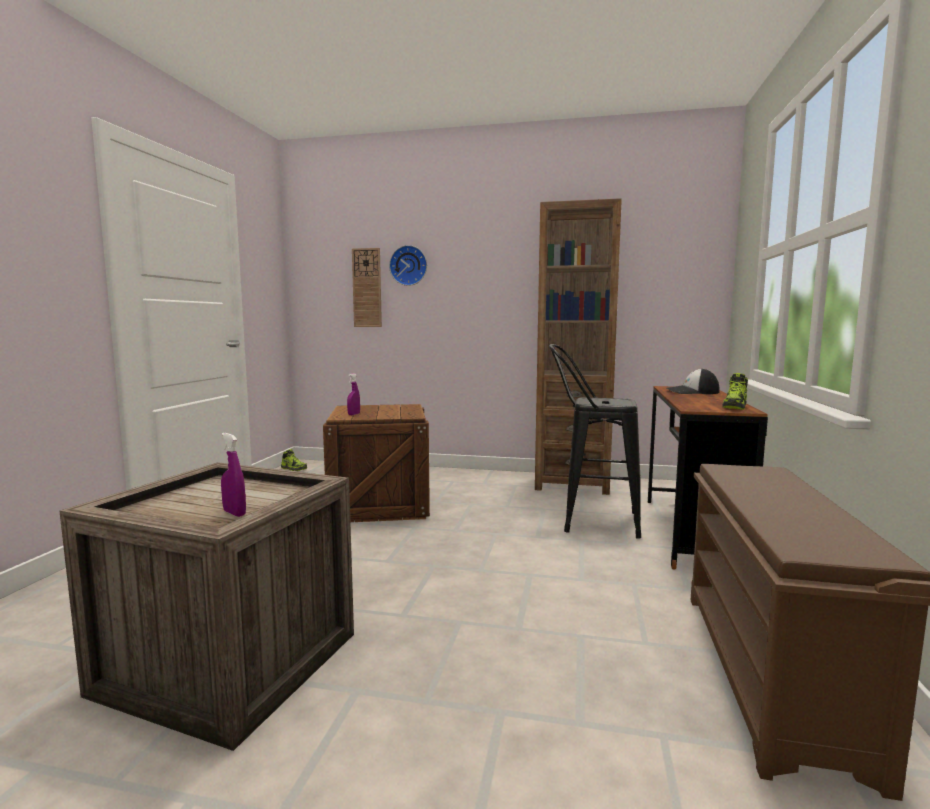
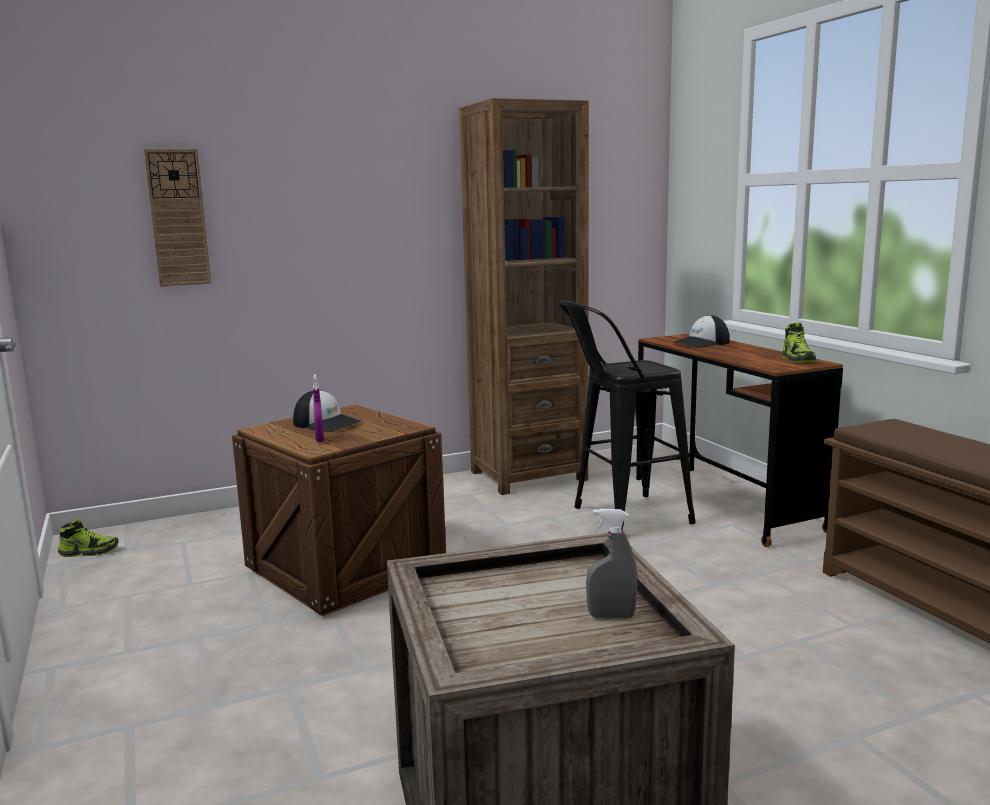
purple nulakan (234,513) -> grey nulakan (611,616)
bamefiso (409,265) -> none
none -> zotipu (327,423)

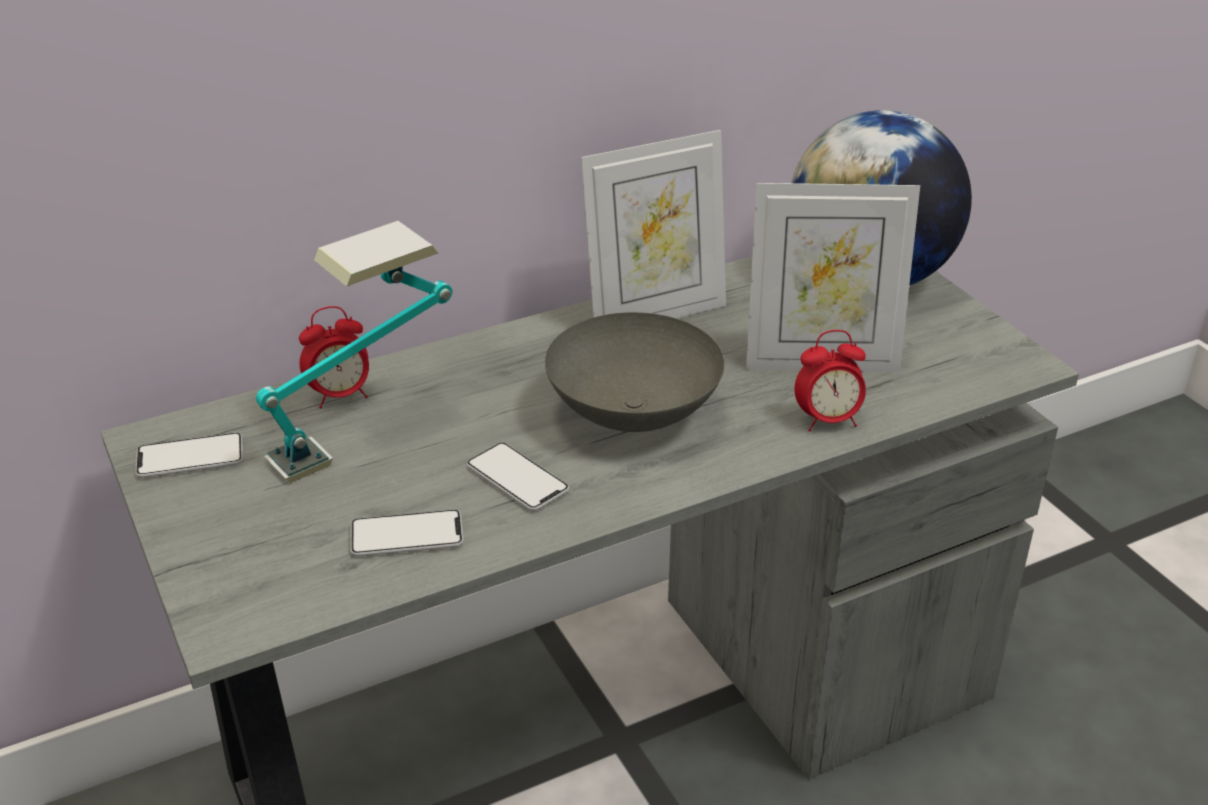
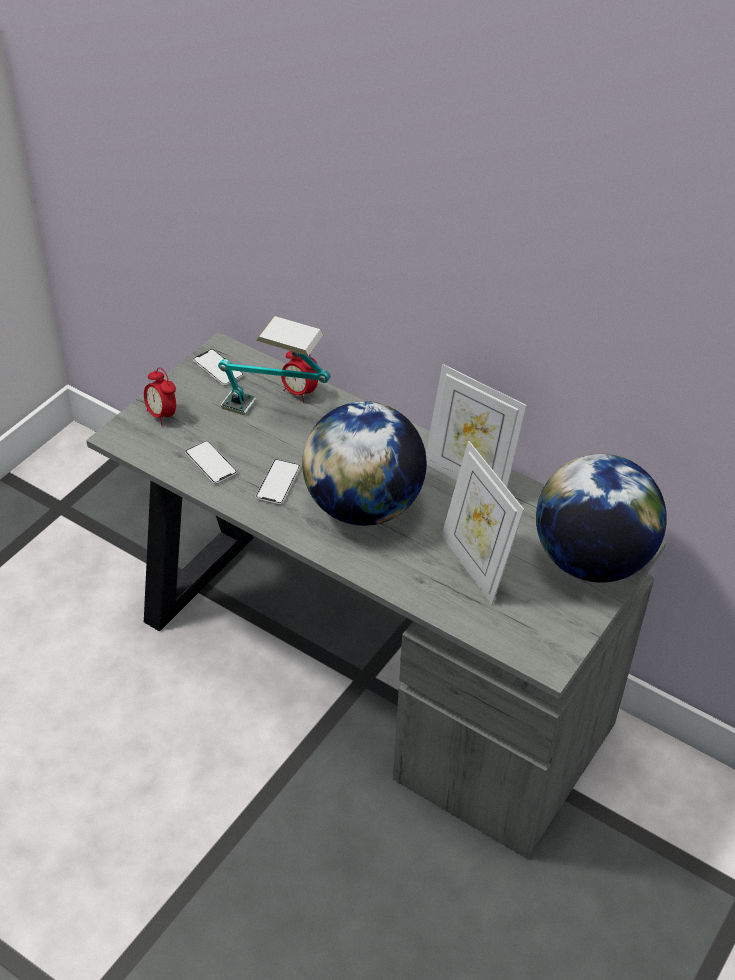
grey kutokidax (636,415) -> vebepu (363,506)
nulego (827,420) -> nulego (162,415), move

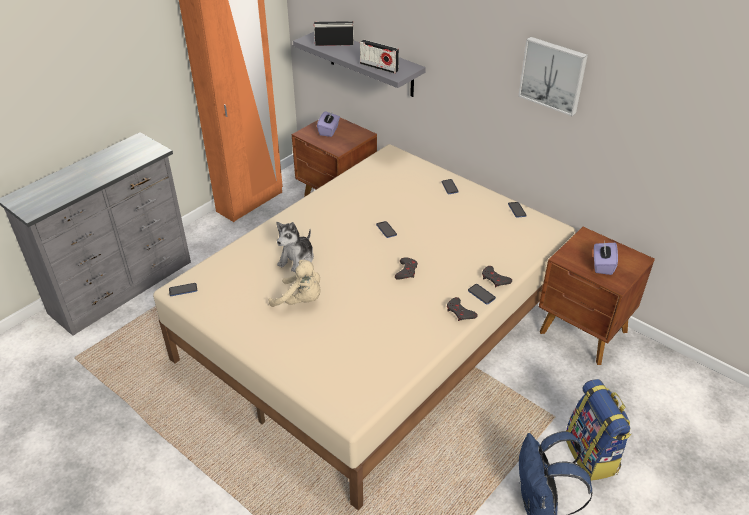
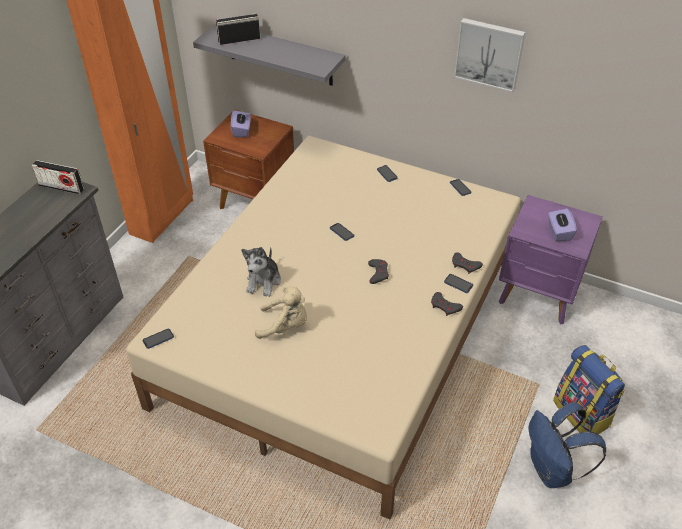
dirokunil (379,67) -> dirokunil (61,187), move
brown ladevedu (583,333) -> purple ladevedu (538,295)

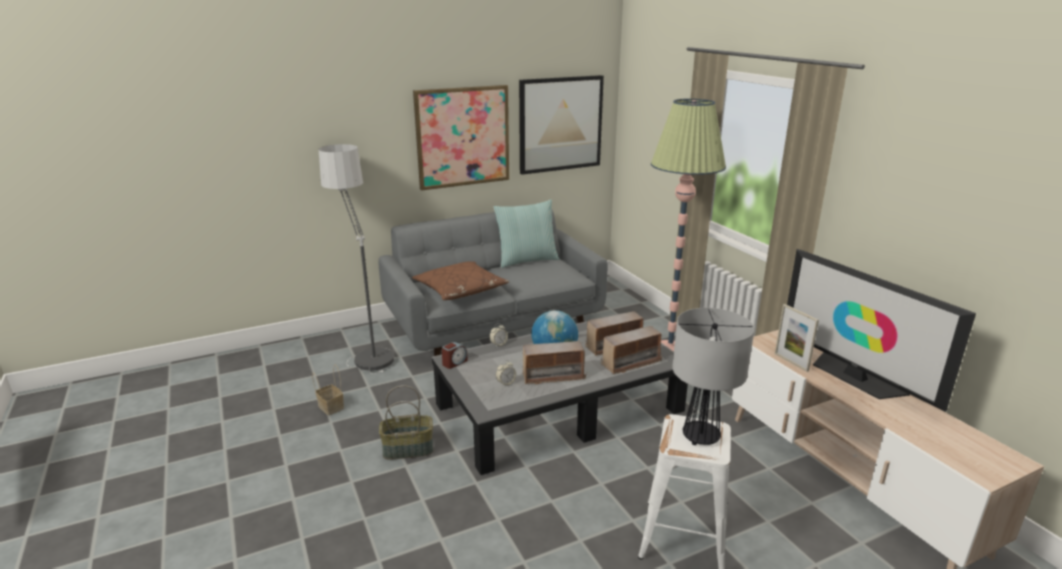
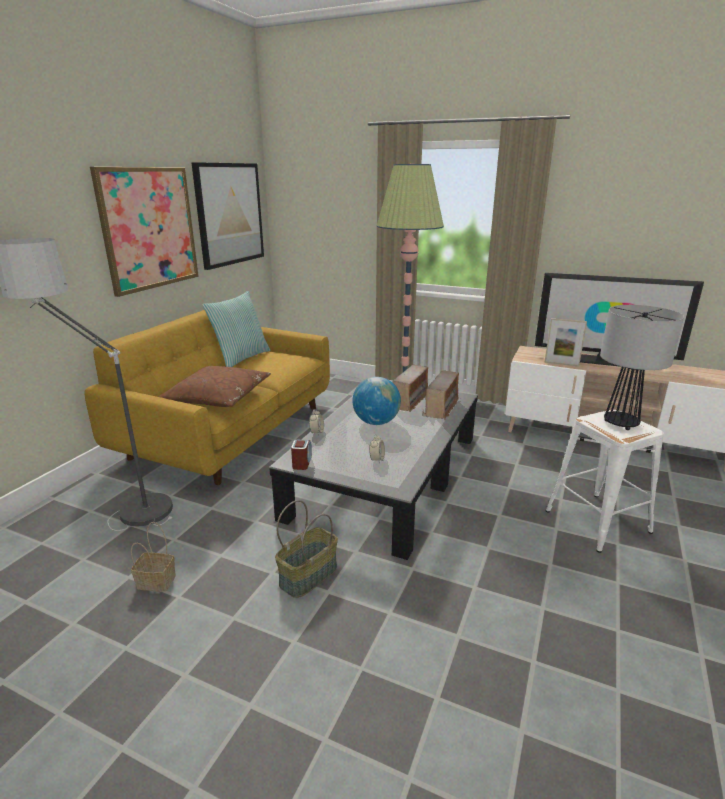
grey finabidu (494,323) -> yellow finabidu (231,431)
dirokunil (553,376) -> none

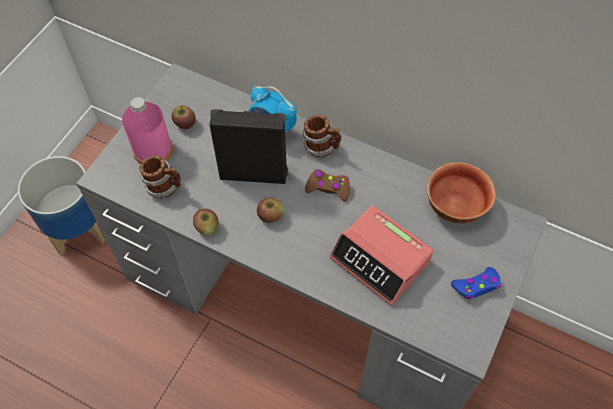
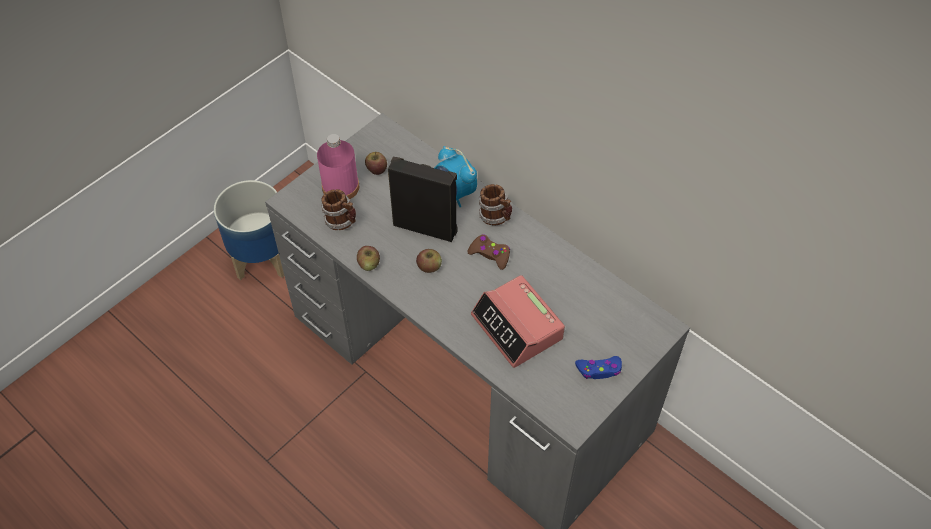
kutokidax (455,205) -> none

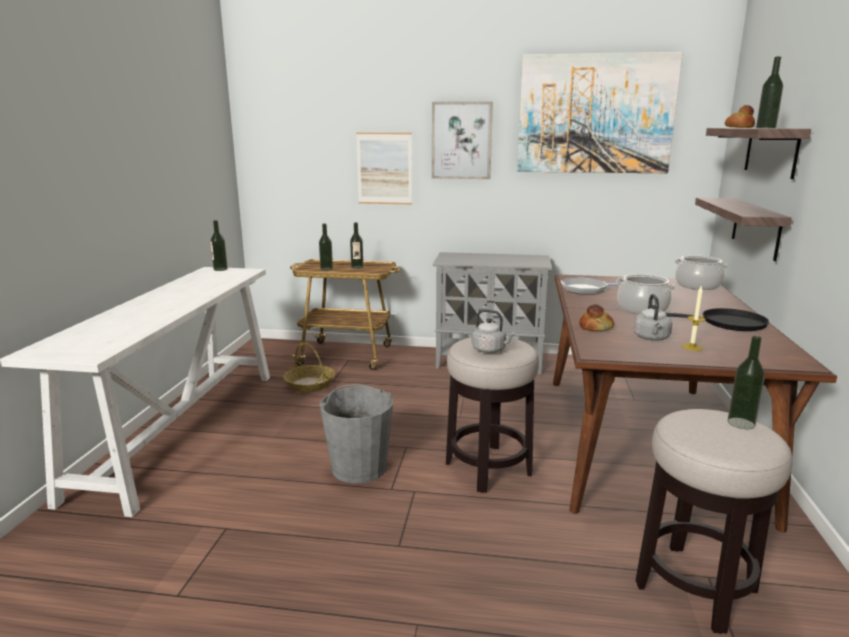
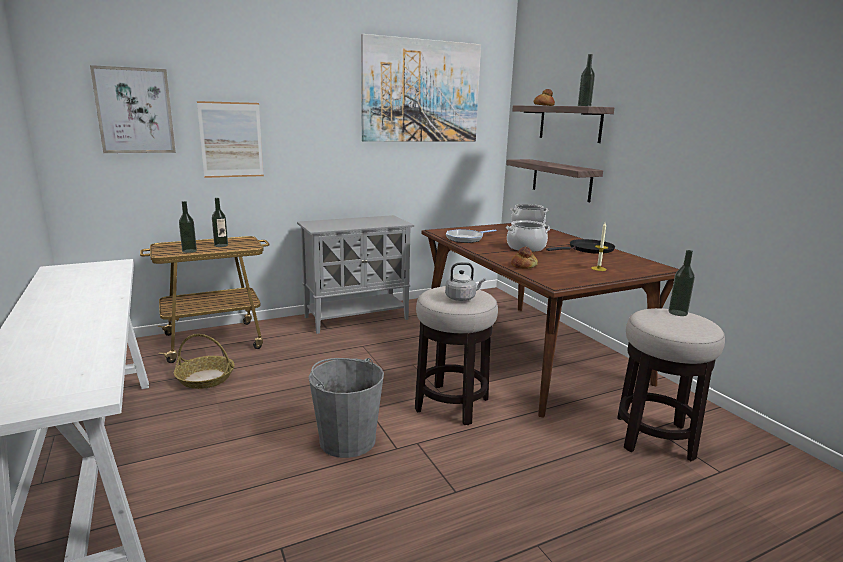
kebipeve (220,269) -> none
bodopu (461,140) -> bodopu (134,111), move
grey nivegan (651,338) -> none

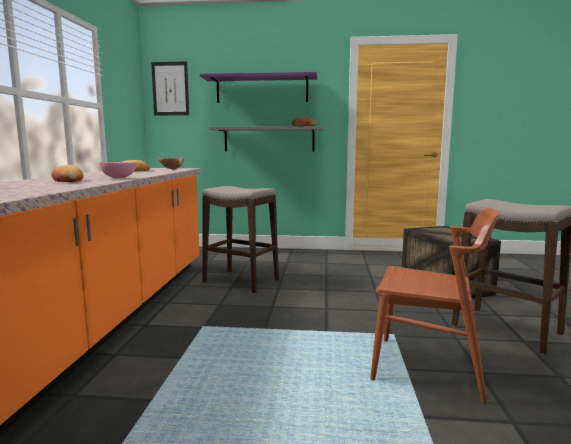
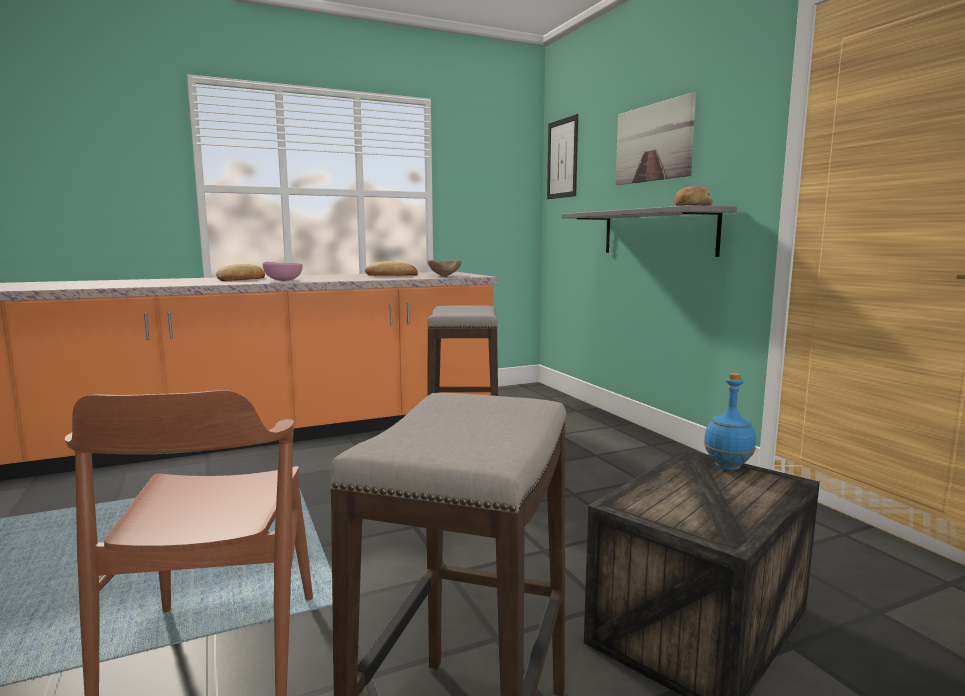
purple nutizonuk (262,90) -> bodopu (653,143)
none -> blue kebipeve (727,467)

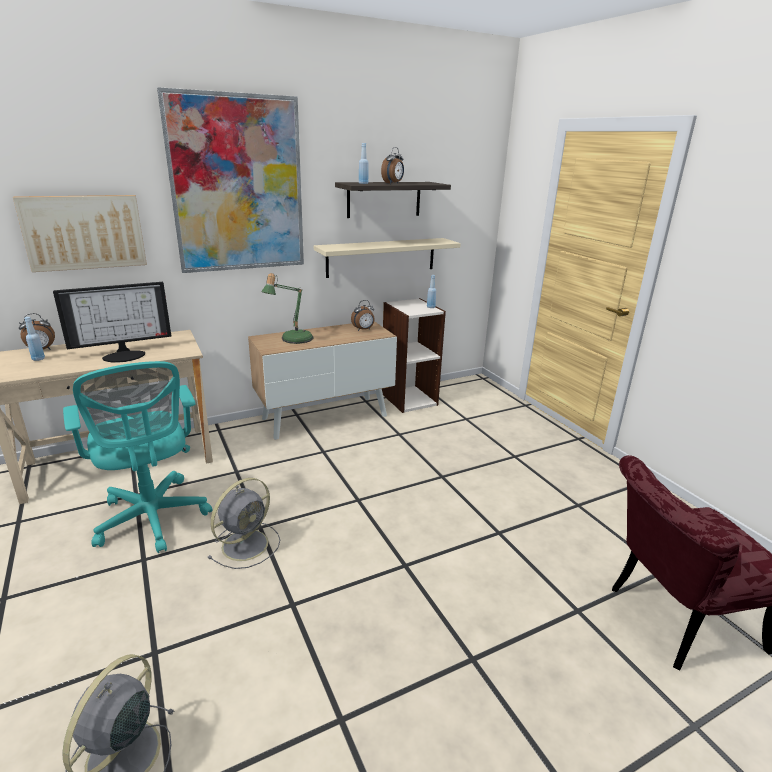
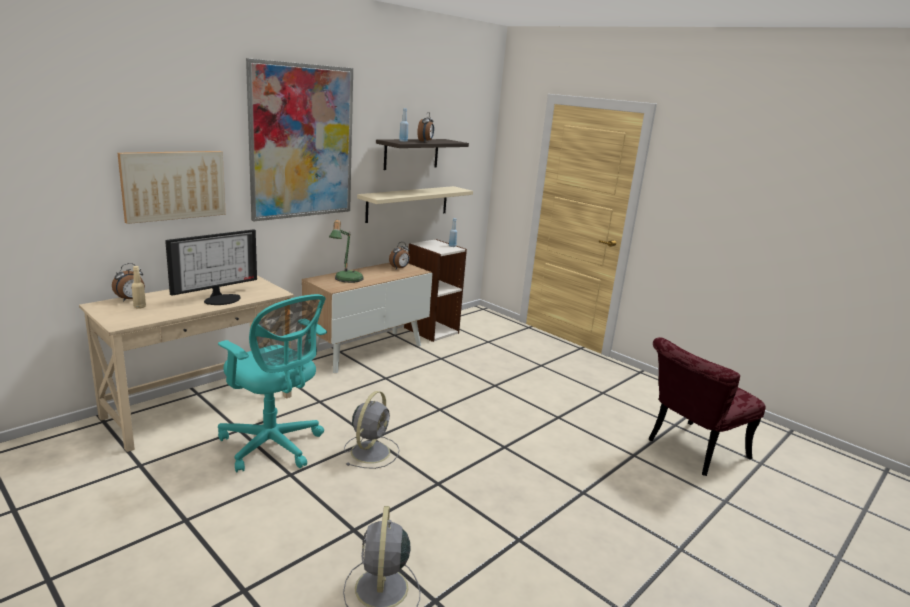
blue kebipeve (38,359) -> beige kebipeve (139,307)

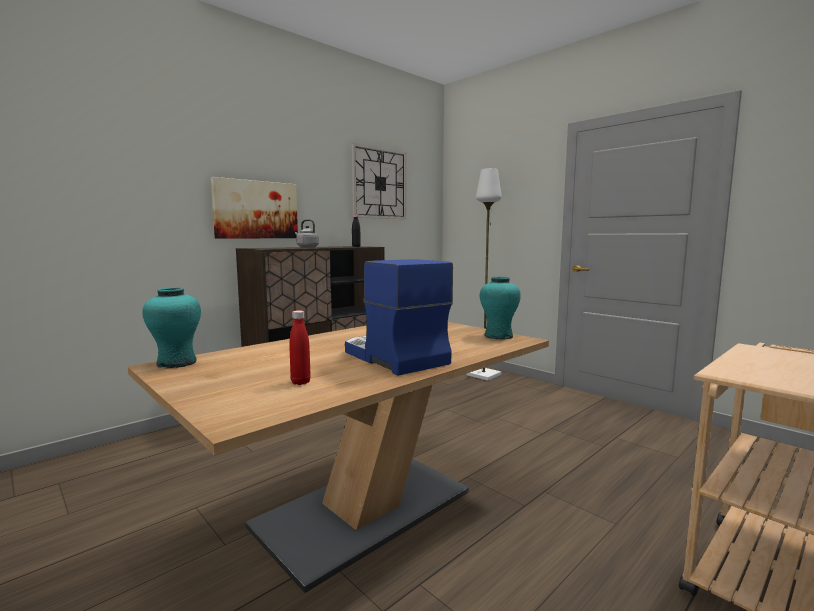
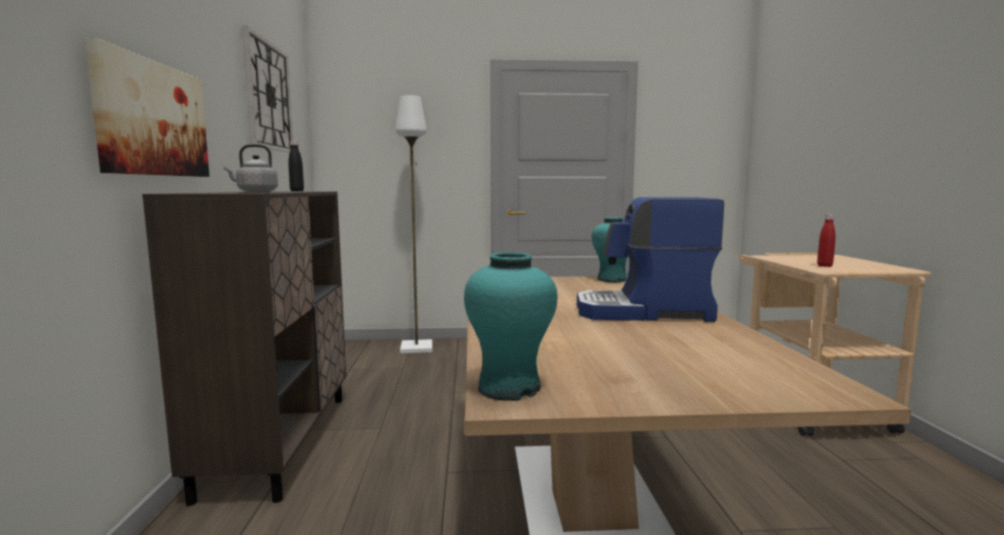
red kebipeve (300,382) -> red kebipeve (824,266), move

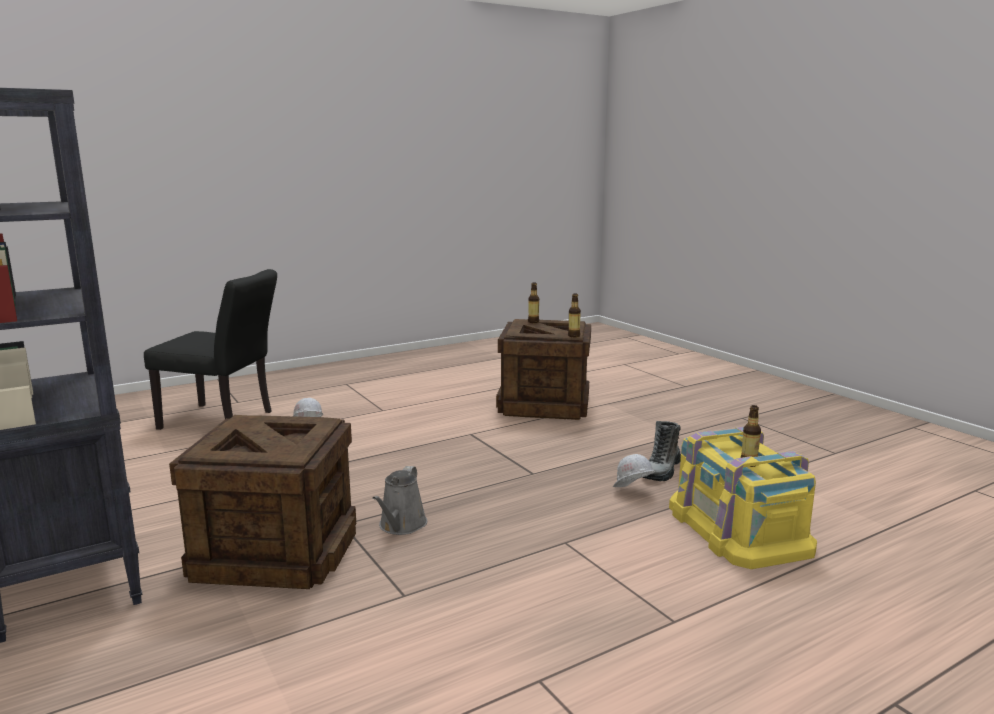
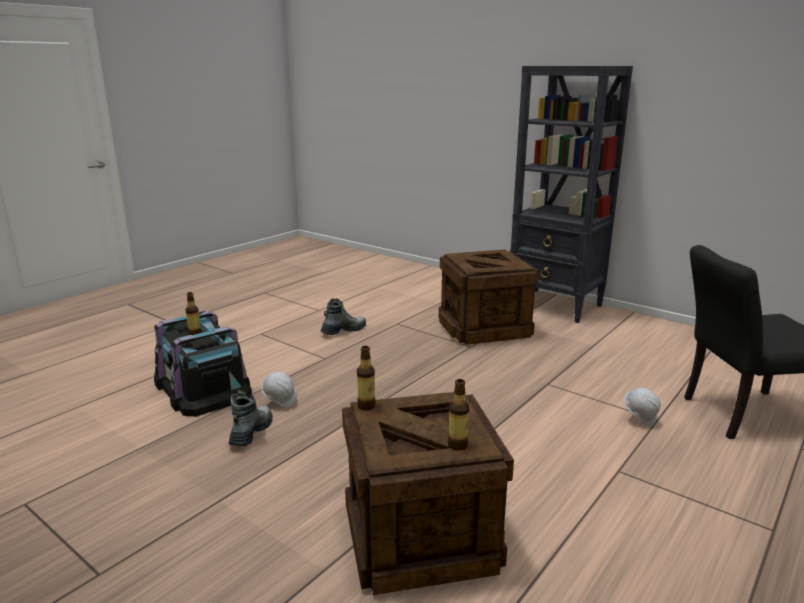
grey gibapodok (401,526) -> none
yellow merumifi (737,527) -> black merumifi (203,386)
none -> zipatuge (343,331)

